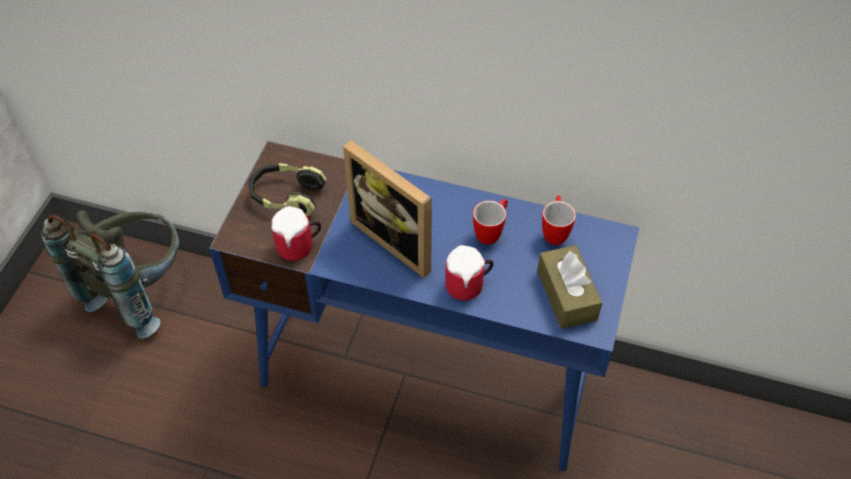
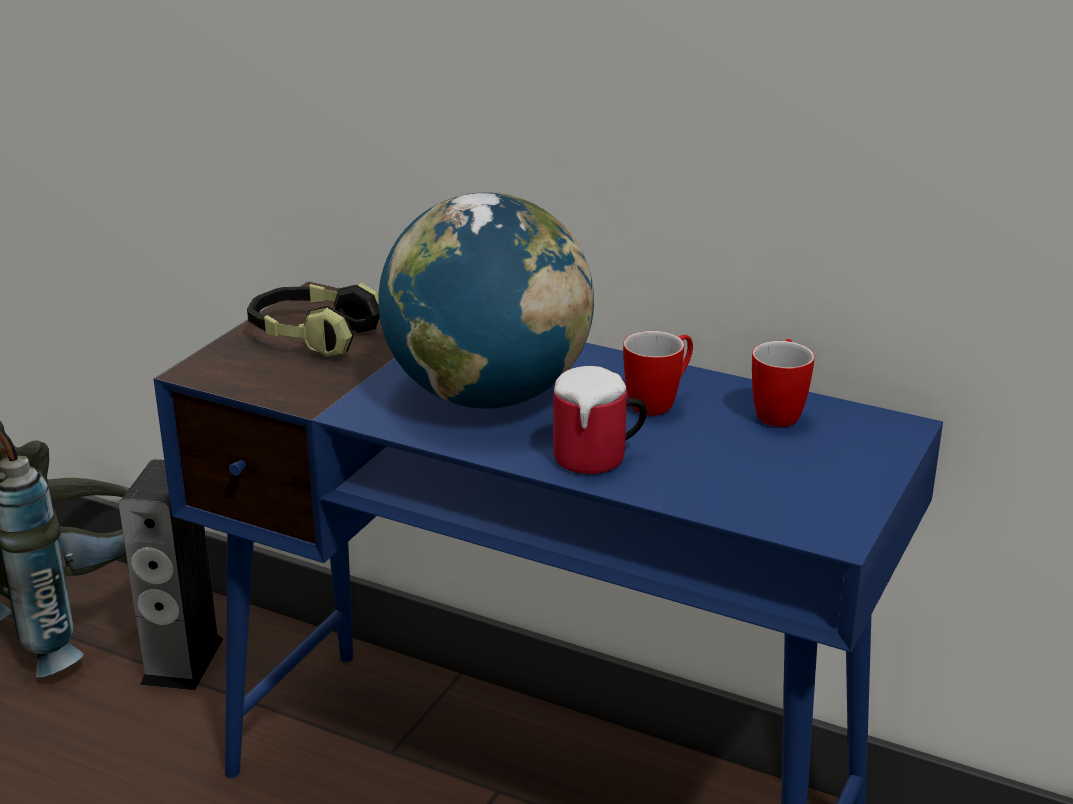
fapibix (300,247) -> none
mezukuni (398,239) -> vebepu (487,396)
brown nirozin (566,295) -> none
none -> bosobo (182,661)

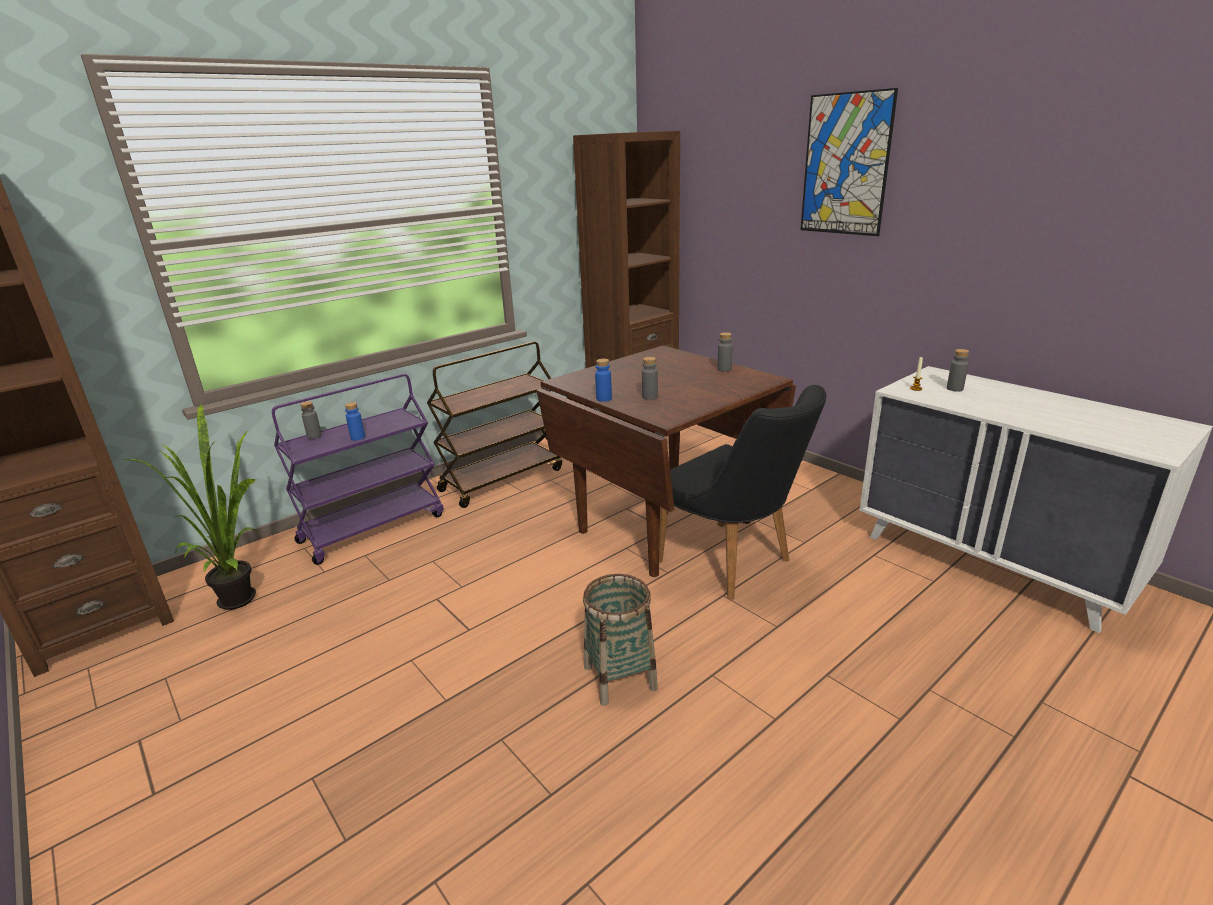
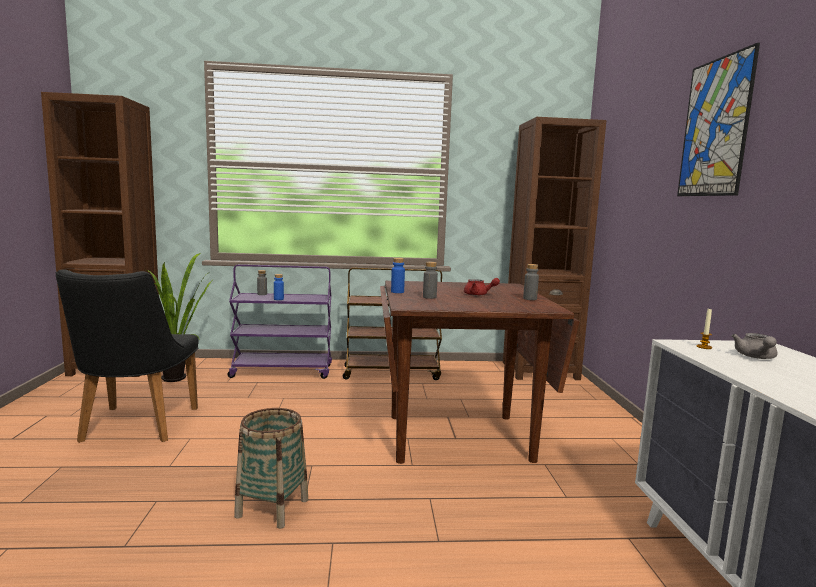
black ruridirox (733,564) -> black ruridirox (134,428), move
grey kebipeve (954,389) -> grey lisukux (756,357)
none -> red lisukux (478,295)

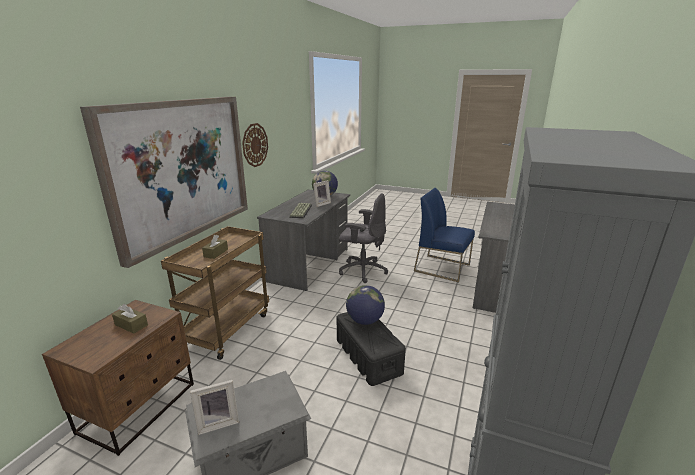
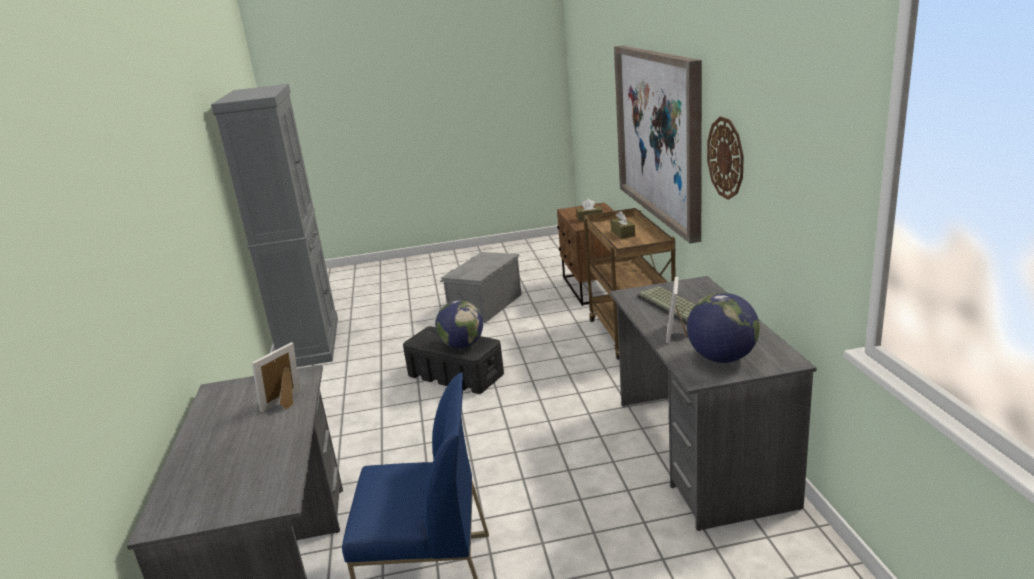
mezukuni (218,422) -> mezukuni (286,403), move
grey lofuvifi (362,270) -> none

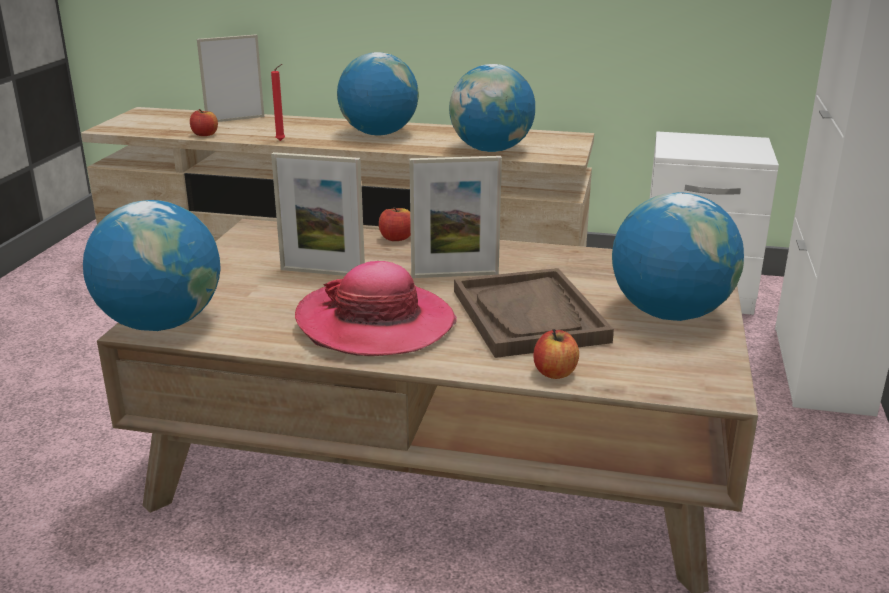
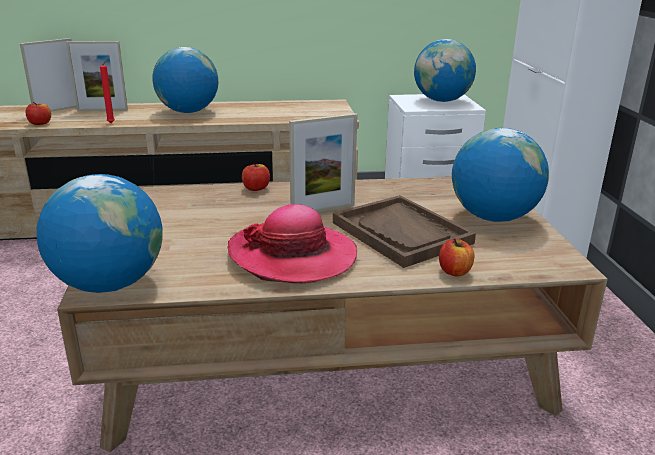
mezukuni (322,272) -> mezukuni (102,110), move
vebepu (491,150) -> vebepu (442,101), move

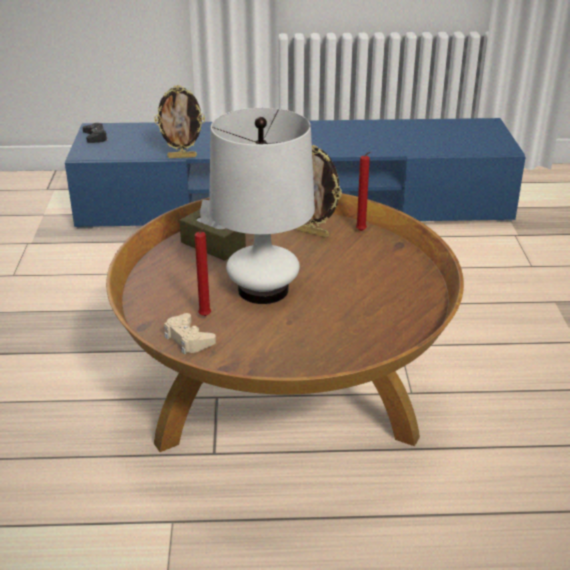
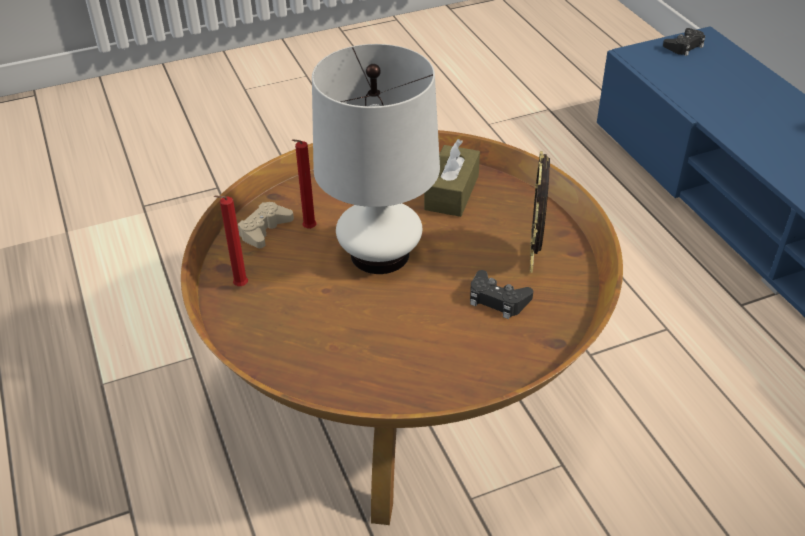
mezukuni (182,156) -> none
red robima (361,231) -> red robima (239,287), move
none -> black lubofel (497,300)

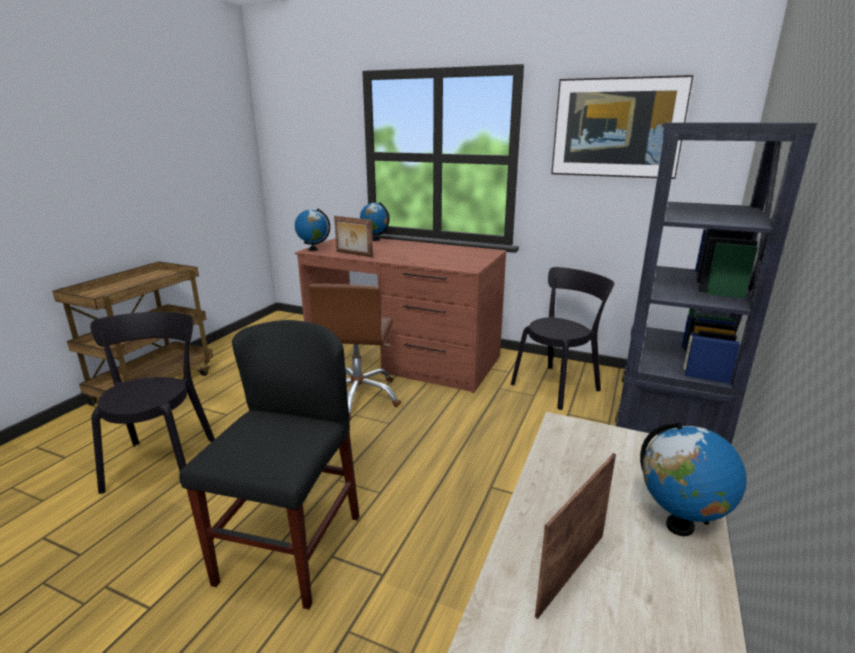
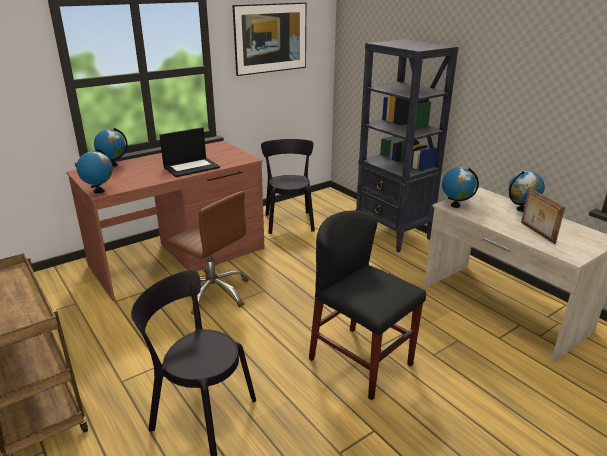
mezukuni (354,254) -> none
none -> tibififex (191,167)
none -> vebepu (455,205)

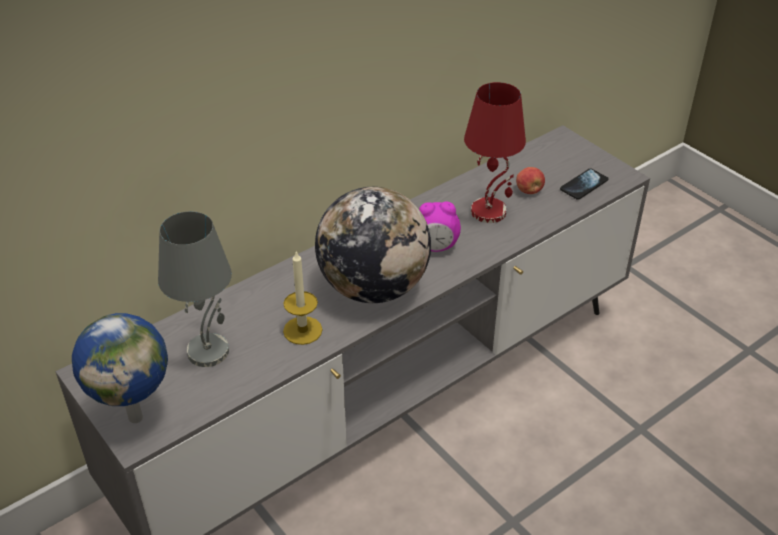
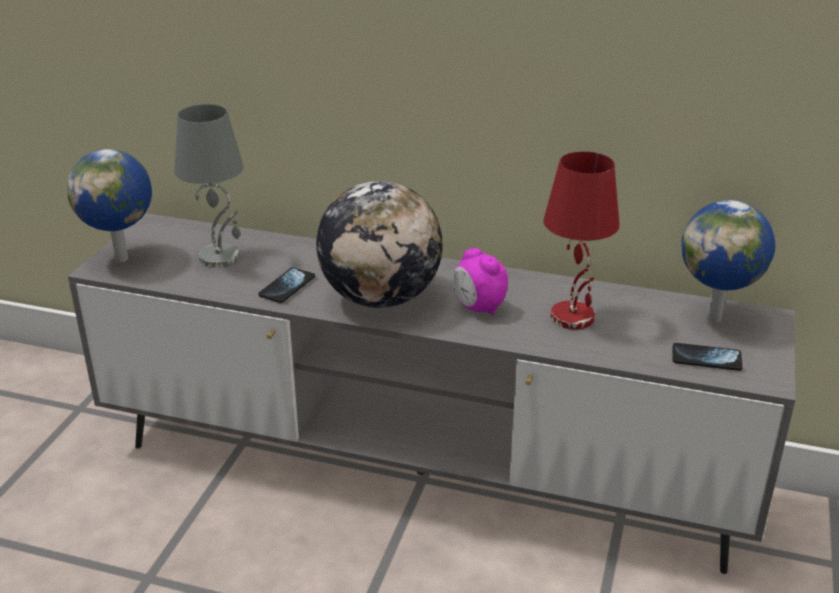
robima (302,330) -> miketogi (287,287)
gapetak (529,191) -> none
none -> vebepu (716,318)

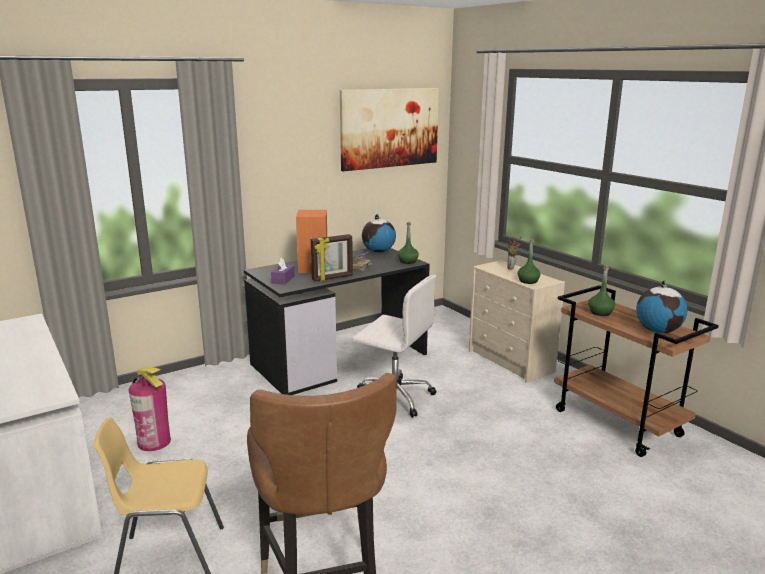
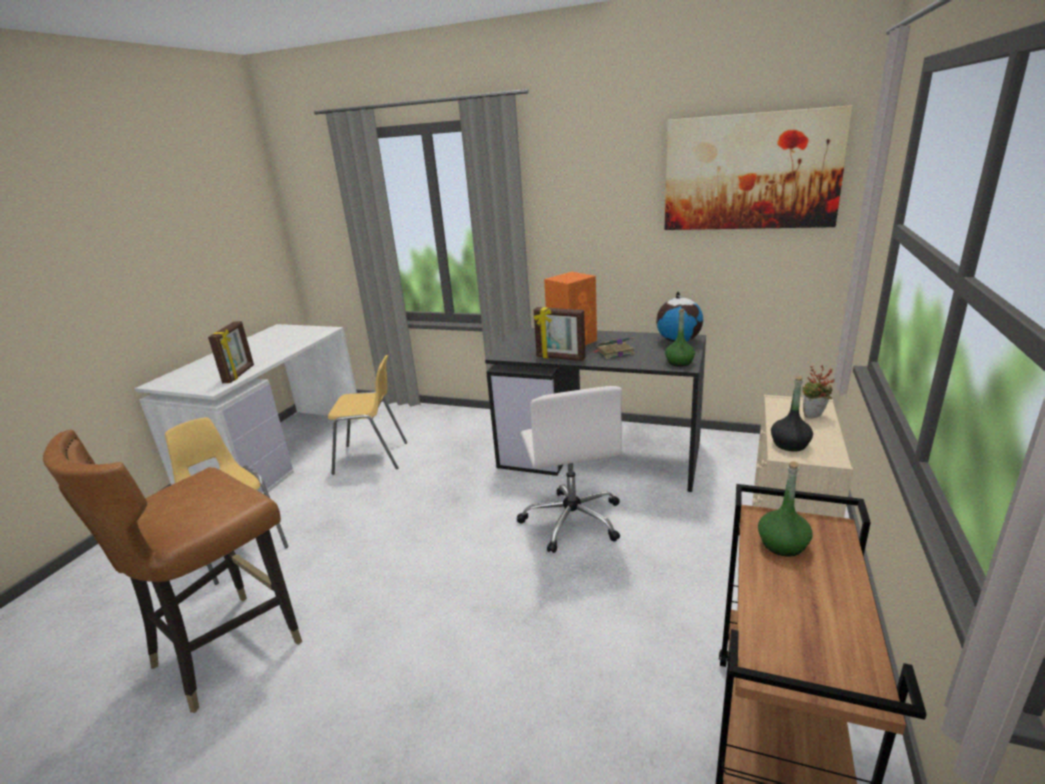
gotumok (154,442) -> yellow ruridirox (372,458)
purple nirozin (283,279) -> none
green kebipeve (528,281) -> black kebipeve (790,444)
vebepu (658,331) -> none
none -> mezukuni (239,374)

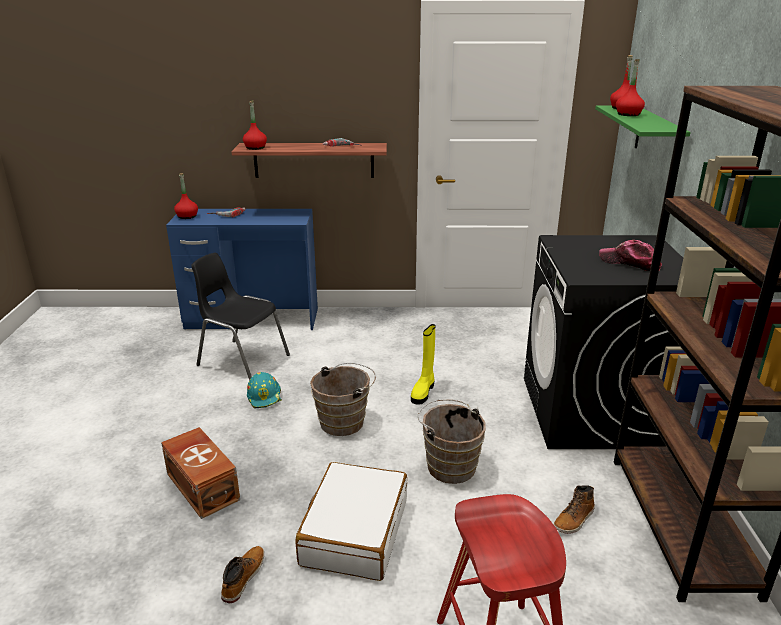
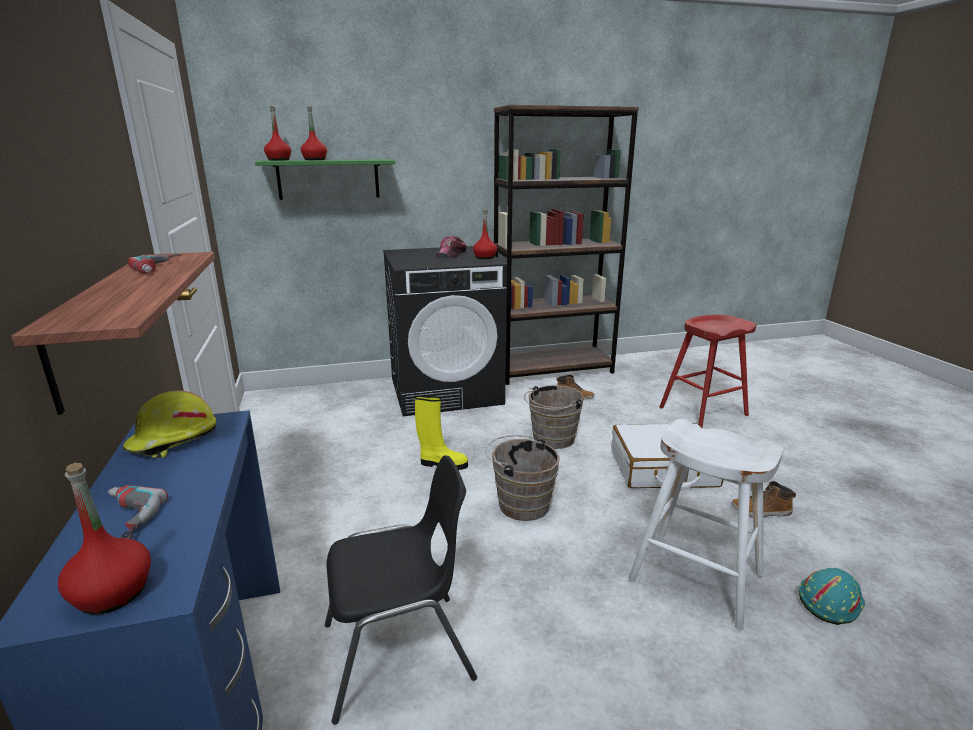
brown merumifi (203,485) -> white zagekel (696,578)
black ruridirox (242,360) -> black ruridirox (400,652), 120 degrees counterclockwise
red kebipeve (255,147) -> red kebipeve (485,257), move
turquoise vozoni (265,397) -> turquoise vozoni (828,601), move
none -> yellow vozoni (173,440)

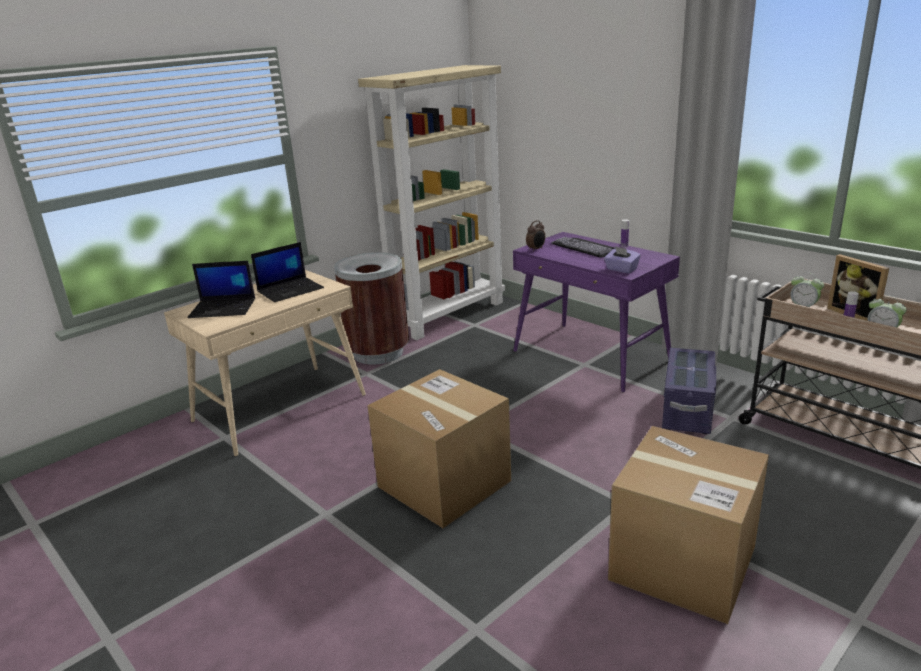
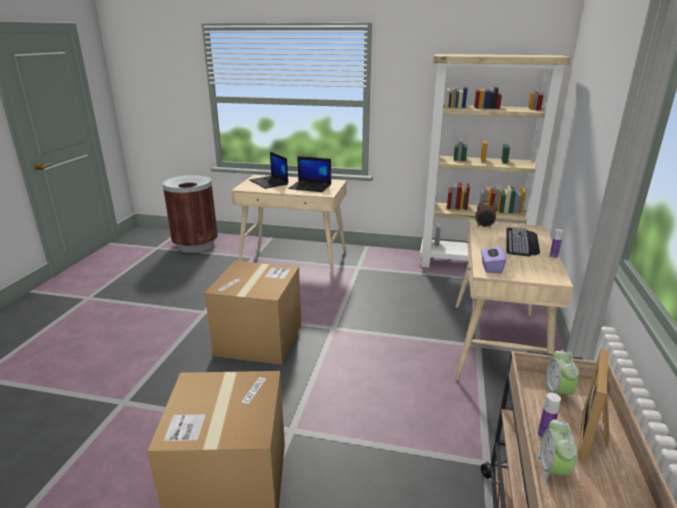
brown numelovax (378,353) -> brown numelovax (196,245), move
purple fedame (591,356) -> beige fedame (497,345)
purple merumifi (687,410) -> none

